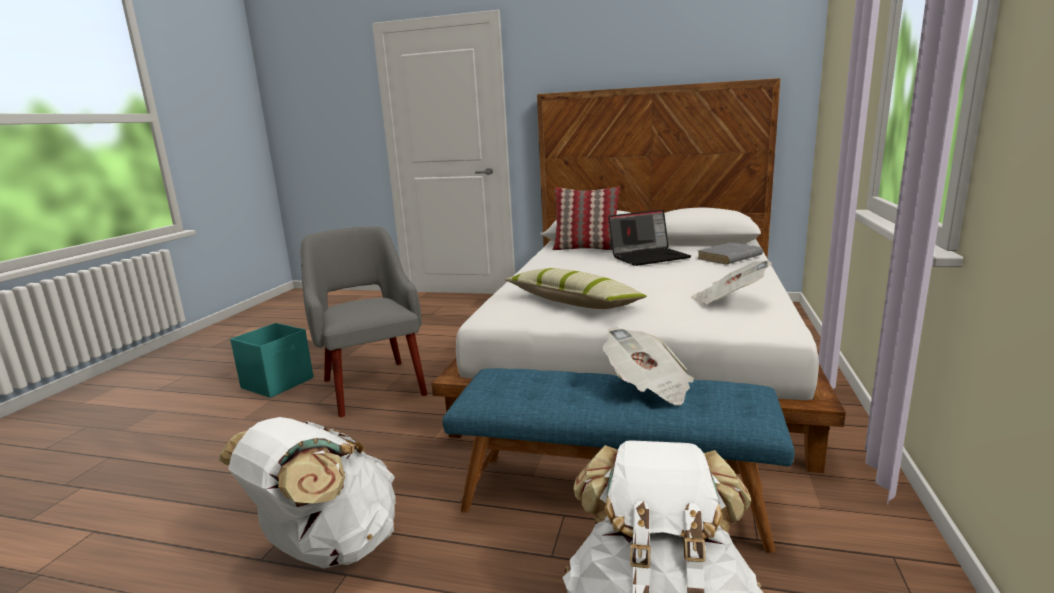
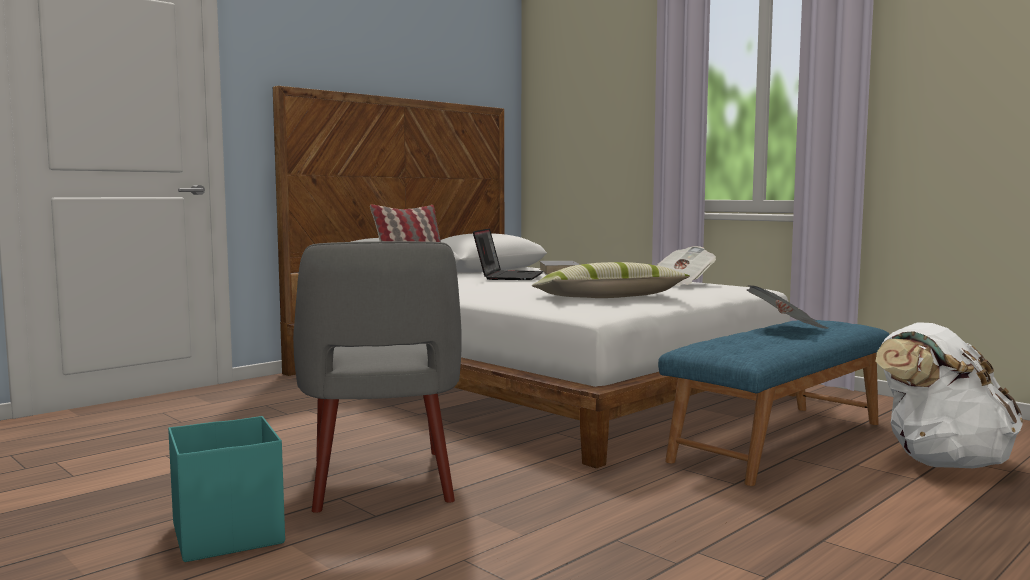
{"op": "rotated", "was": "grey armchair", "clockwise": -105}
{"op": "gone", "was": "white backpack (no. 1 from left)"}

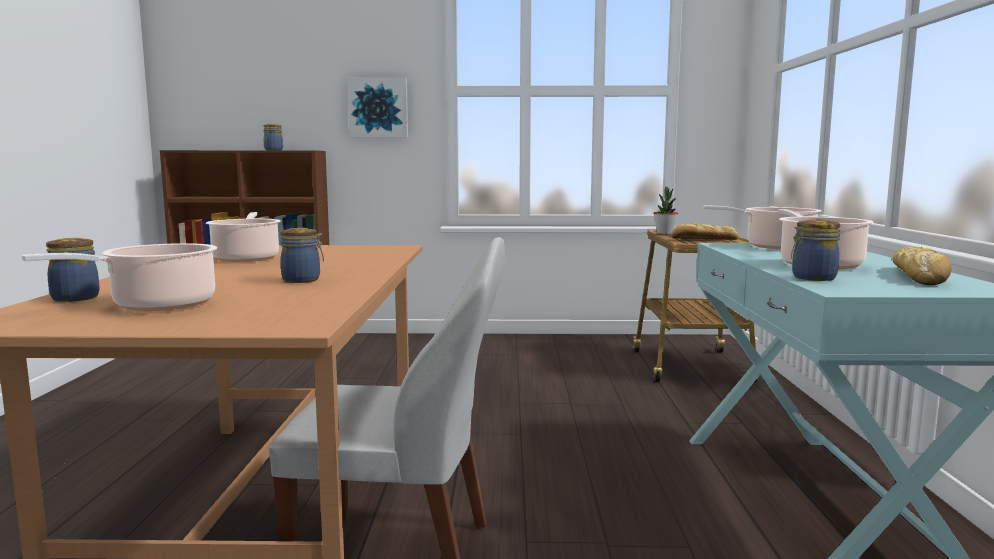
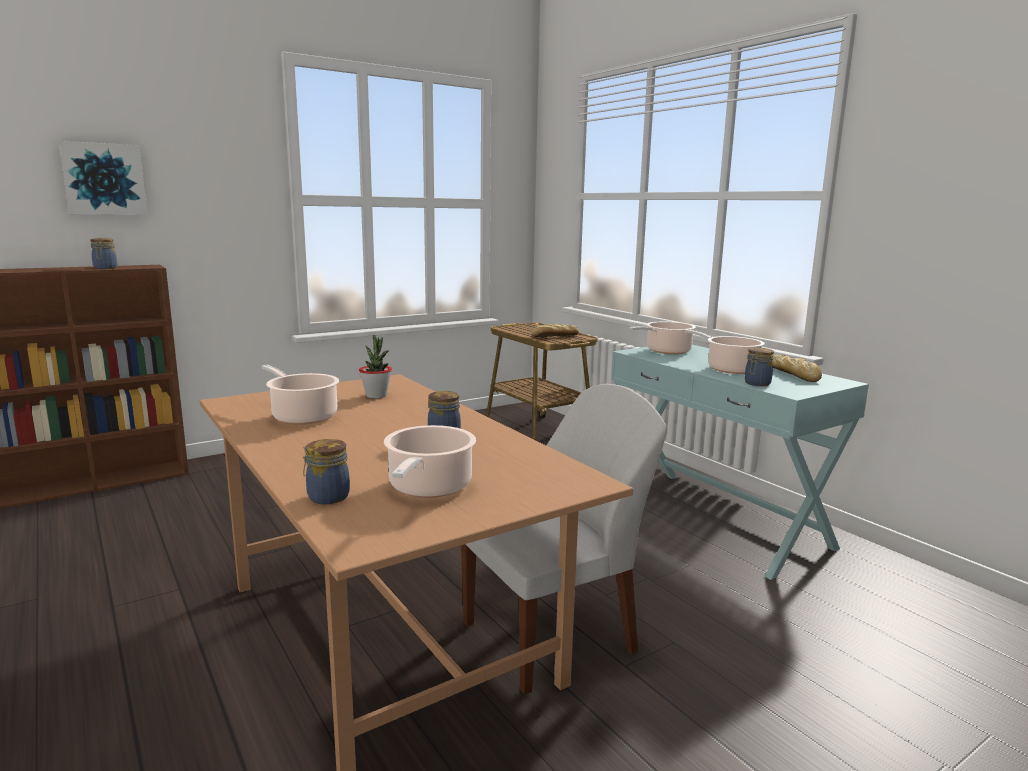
{"op": "shifted", "was": "picture"}
{"op": "shifted", "was": "potted plant"}

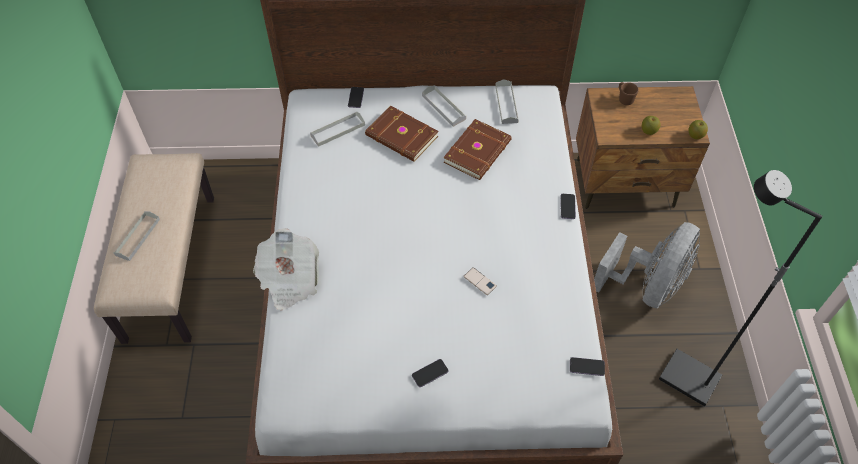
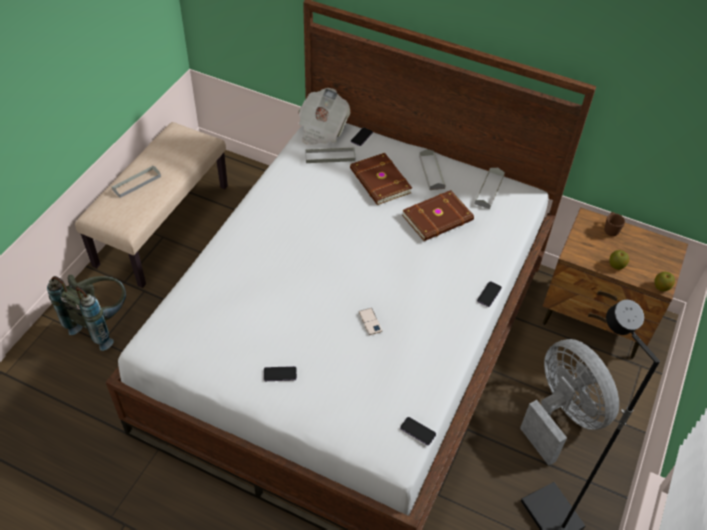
{"op": "rotated", "was": "grey fan", "clockwise": -90}
{"op": "shifted", "was": "newspaper"}
{"op": "new", "now": "grey backpack"}

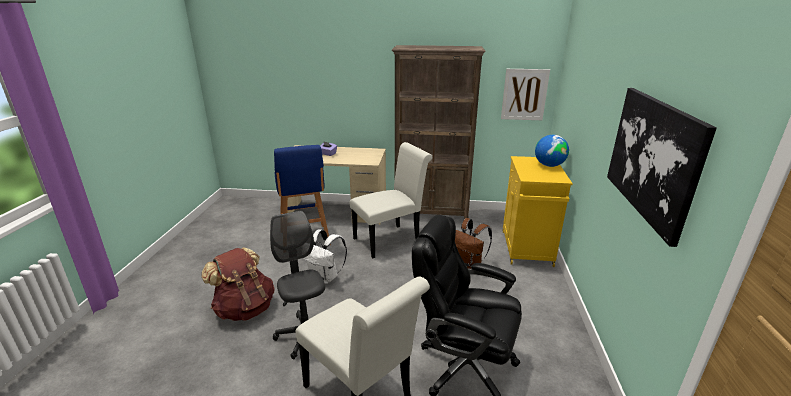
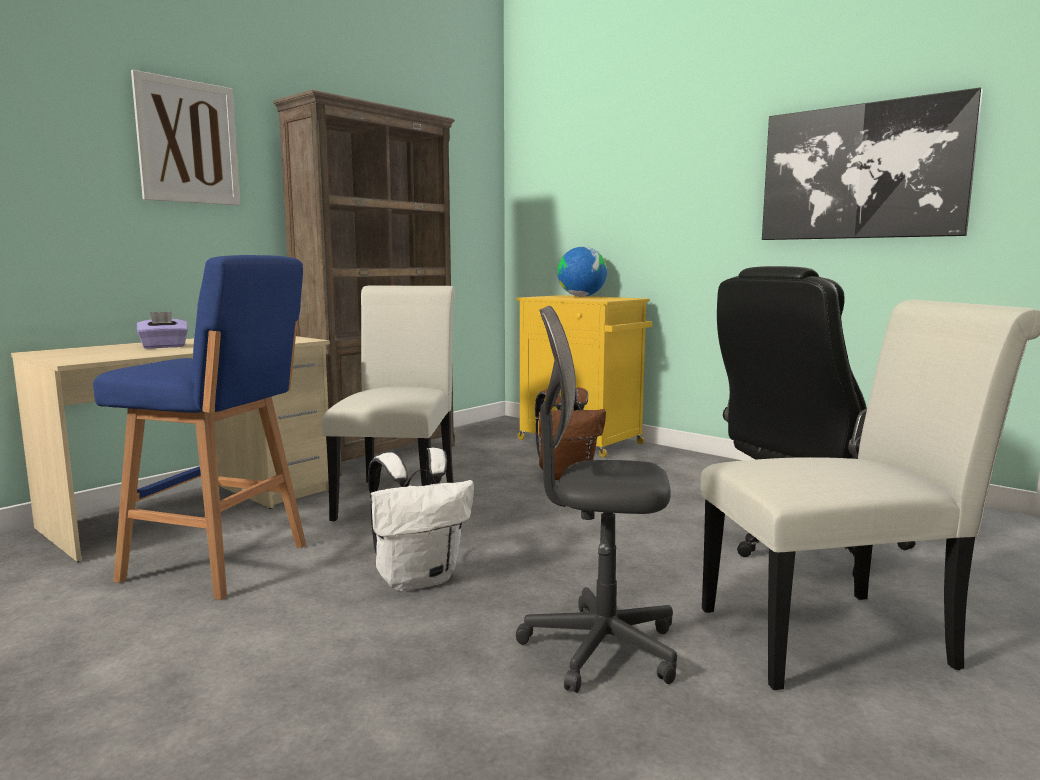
{"op": "shifted", "was": "picture (no. 1 from left)"}
{"op": "gone", "was": "brown backpack (no. 1 from left)"}

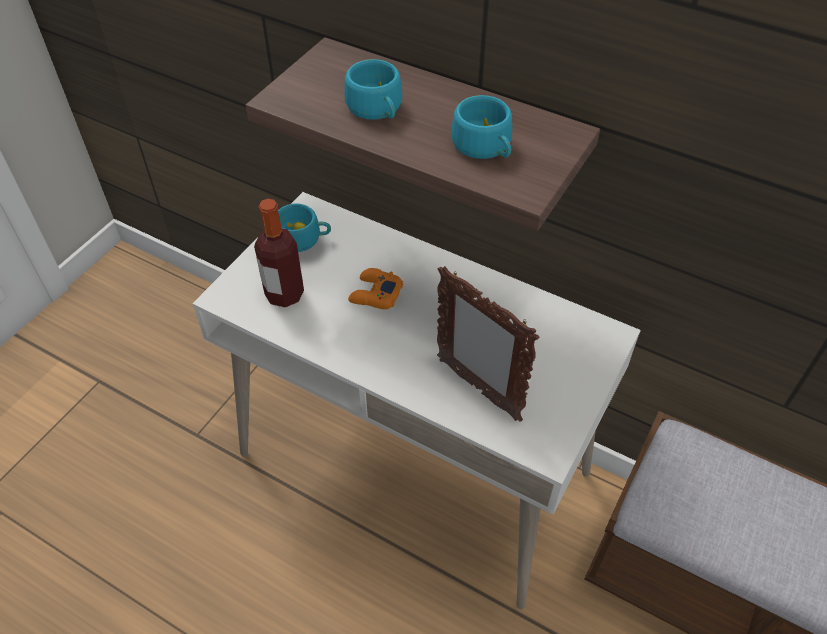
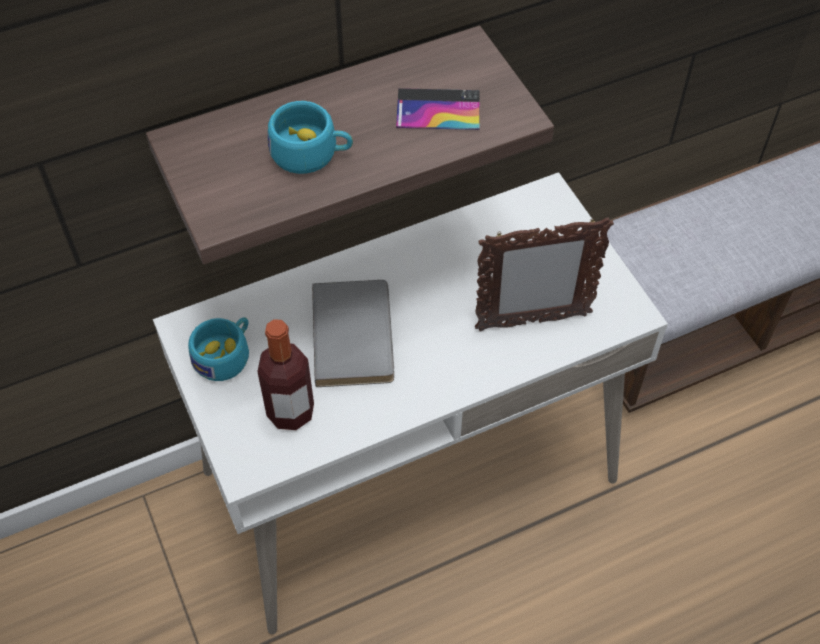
{"op": "swapped", "was": "turquoise cup (no. 3 from left)", "now": "phone"}
{"op": "swapped", "was": "orange game controller", "now": "grey book"}

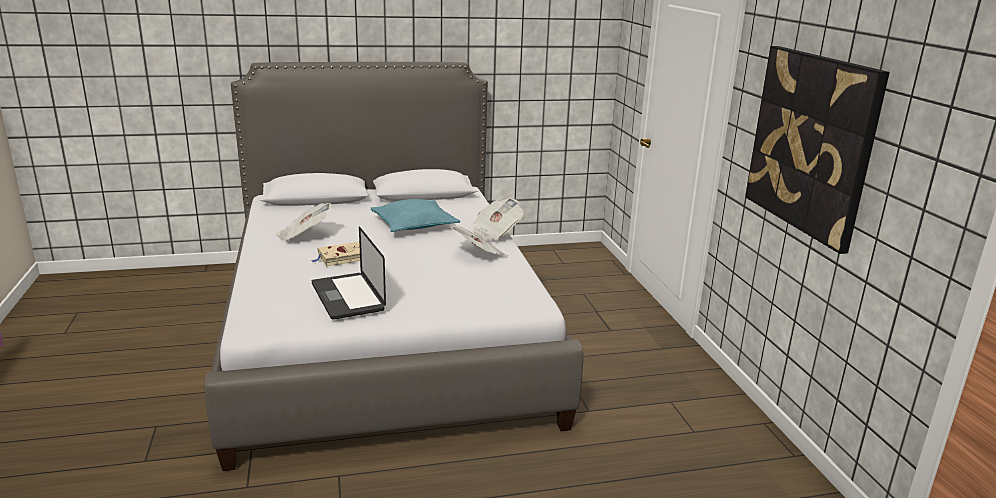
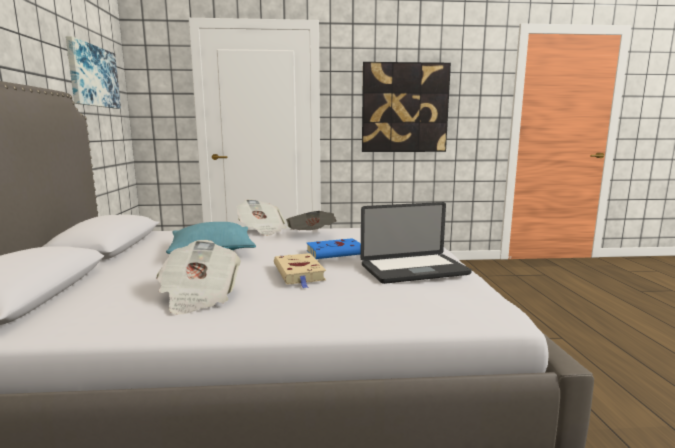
{"op": "new", "now": "picture (no. 1 from left)"}
{"op": "new", "now": "blue book"}

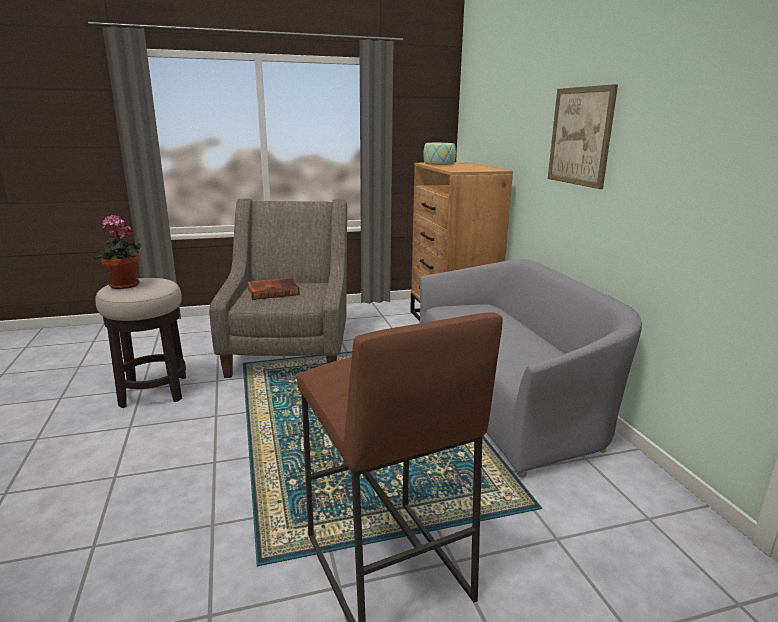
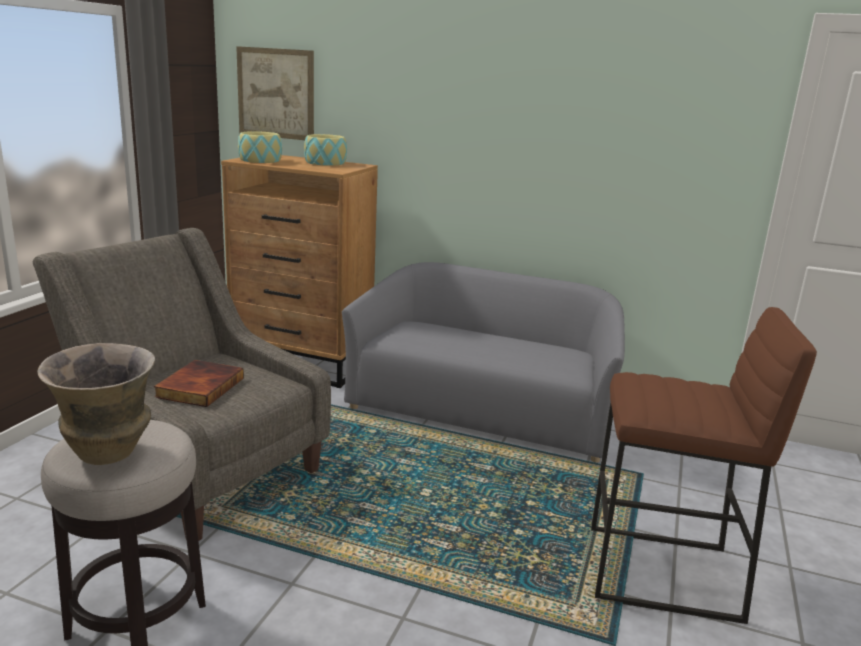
{"op": "shifted", "was": "picture"}
{"op": "swapped", "was": "potted plant", "now": "vase"}
{"op": "new", "now": "bowl (no. 2 from left)"}

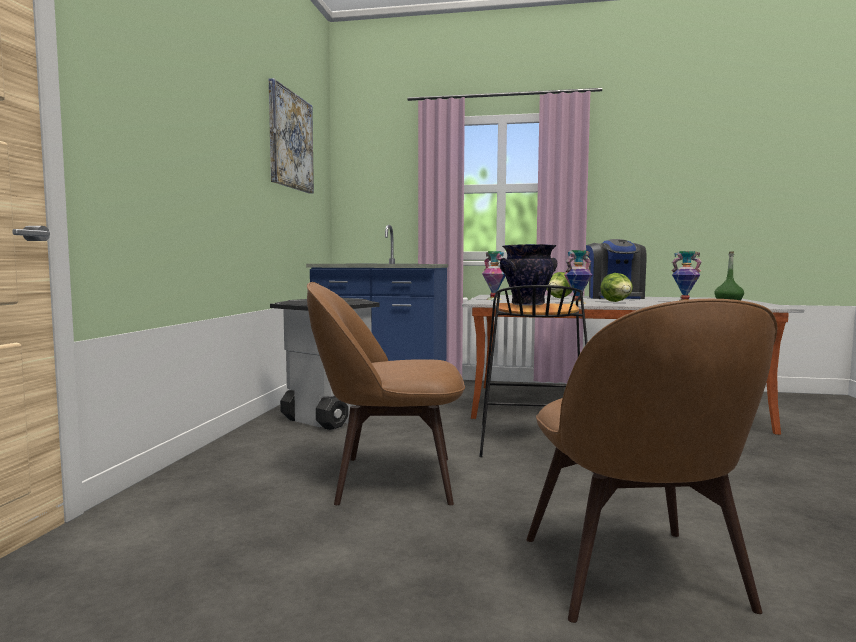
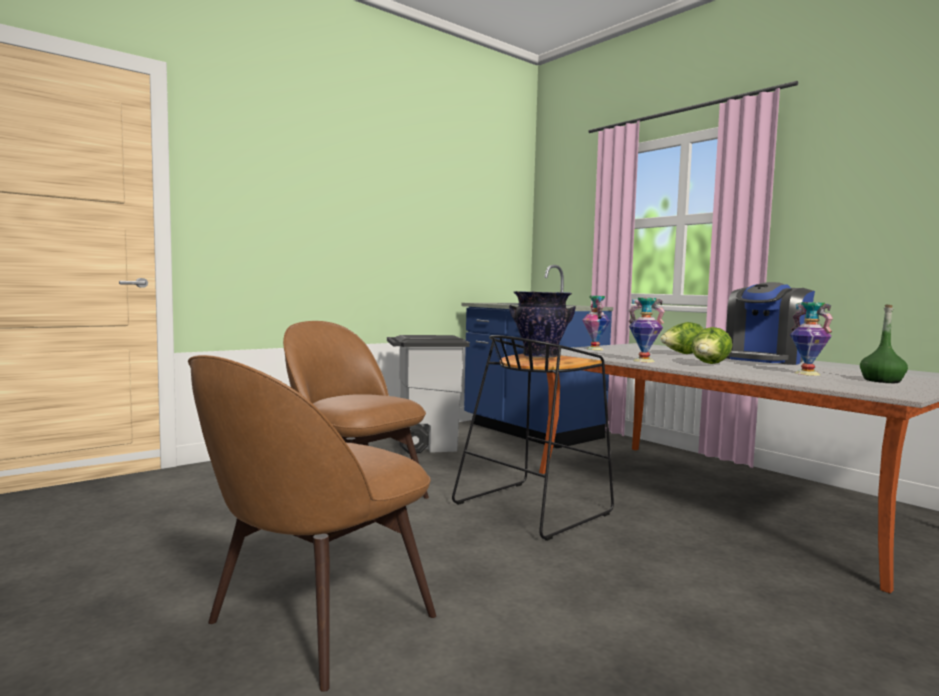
{"op": "gone", "was": "picture"}

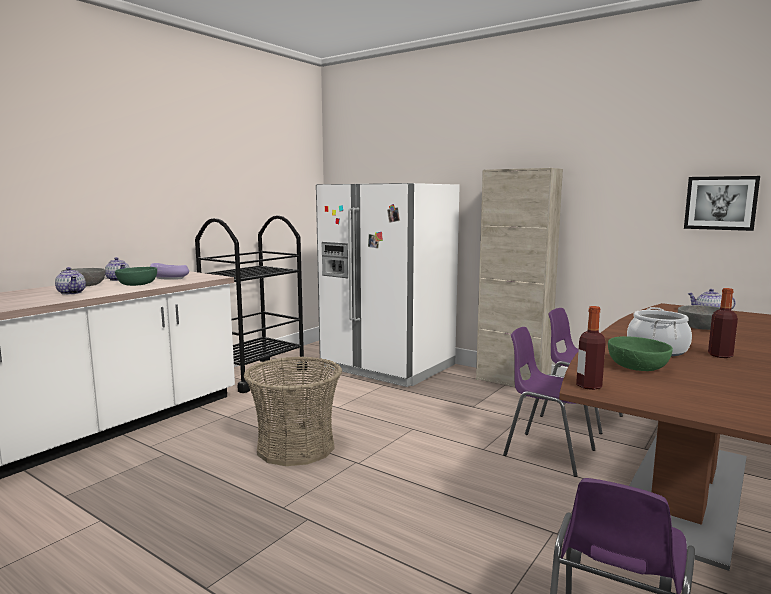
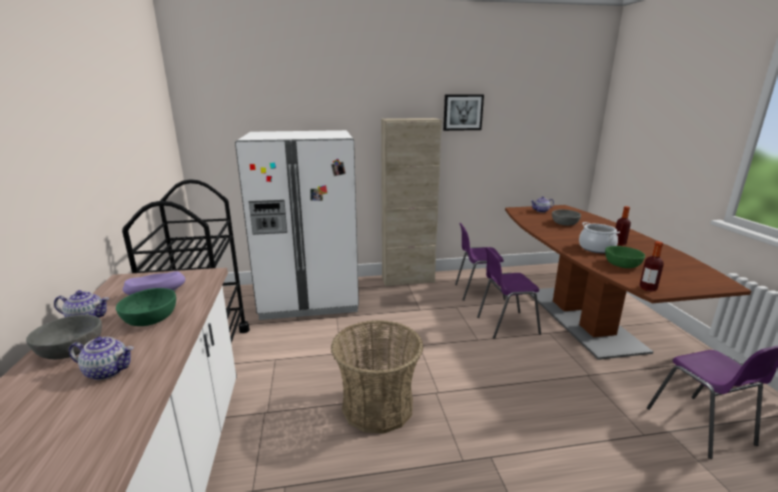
{"op": "shifted", "was": "picture"}

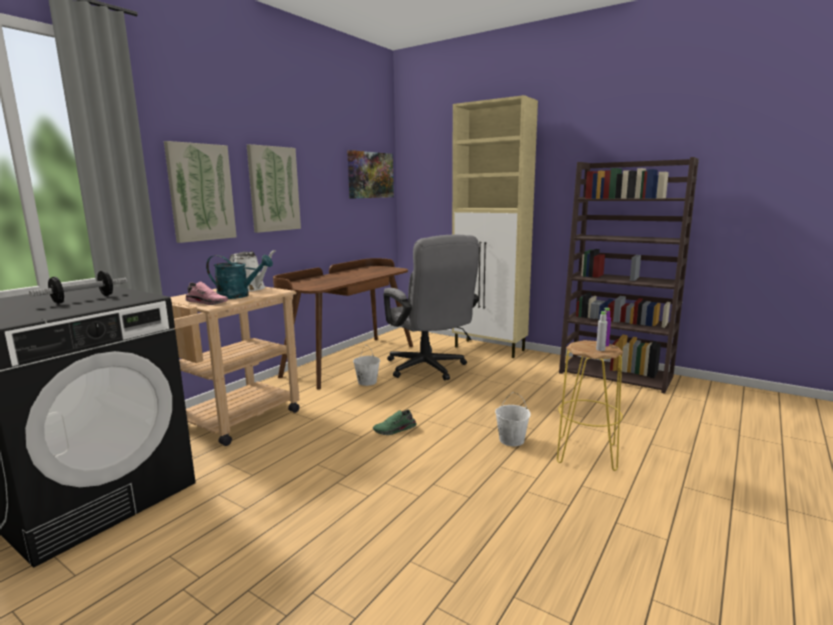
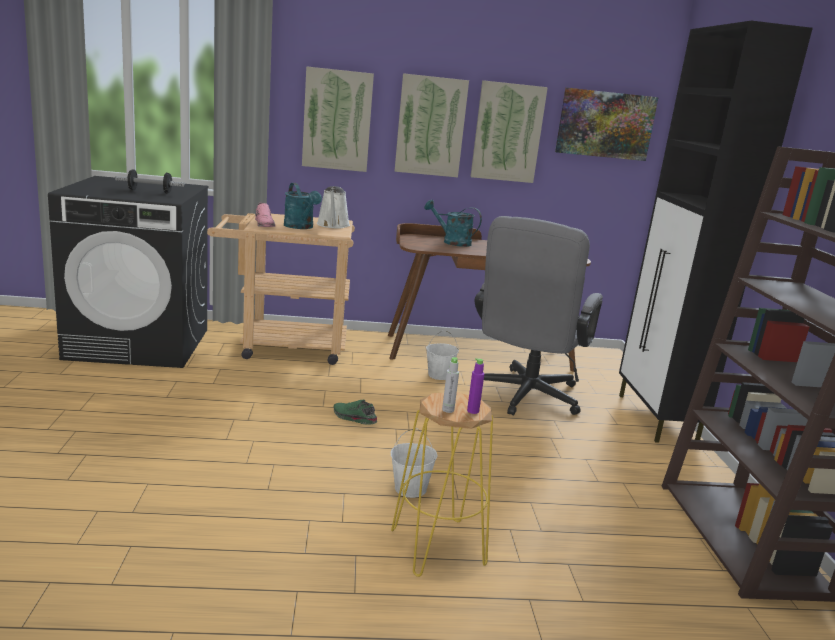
{"op": "repainted", "was": "beige cabinet", "now": "black cabinet"}
{"op": "new", "now": "picture (no. 3 from left)"}
{"op": "new", "now": "turquoise watering can (no. 2 from left)"}

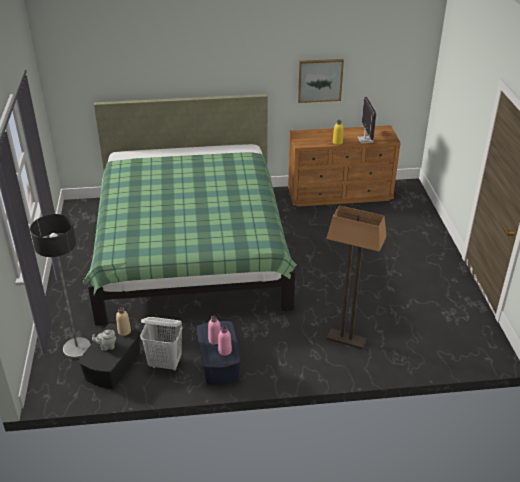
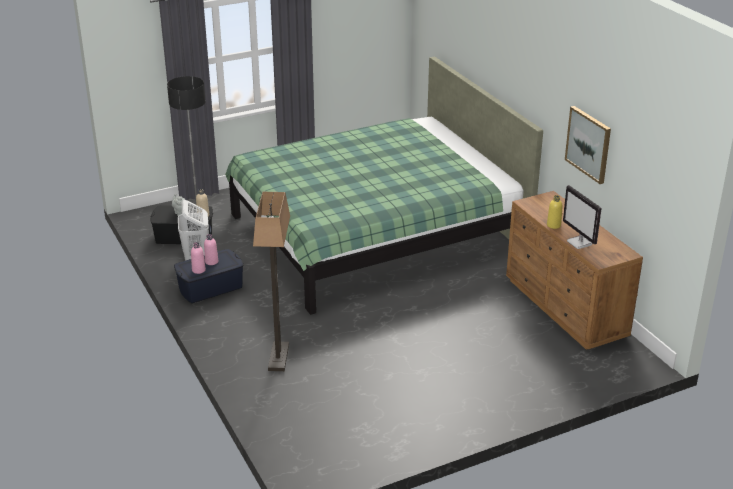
{"op": "rotated", "was": "monitor", "clockwise": 90}

